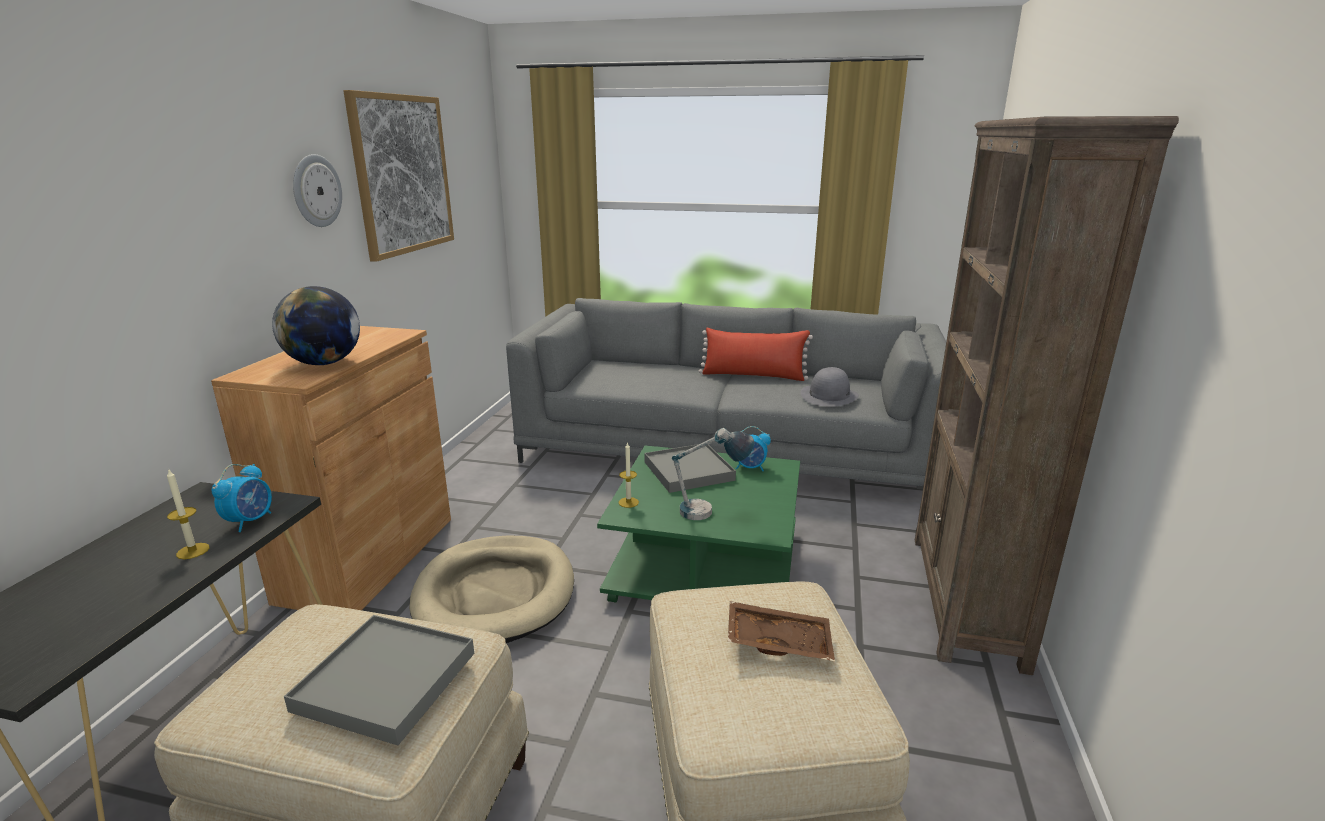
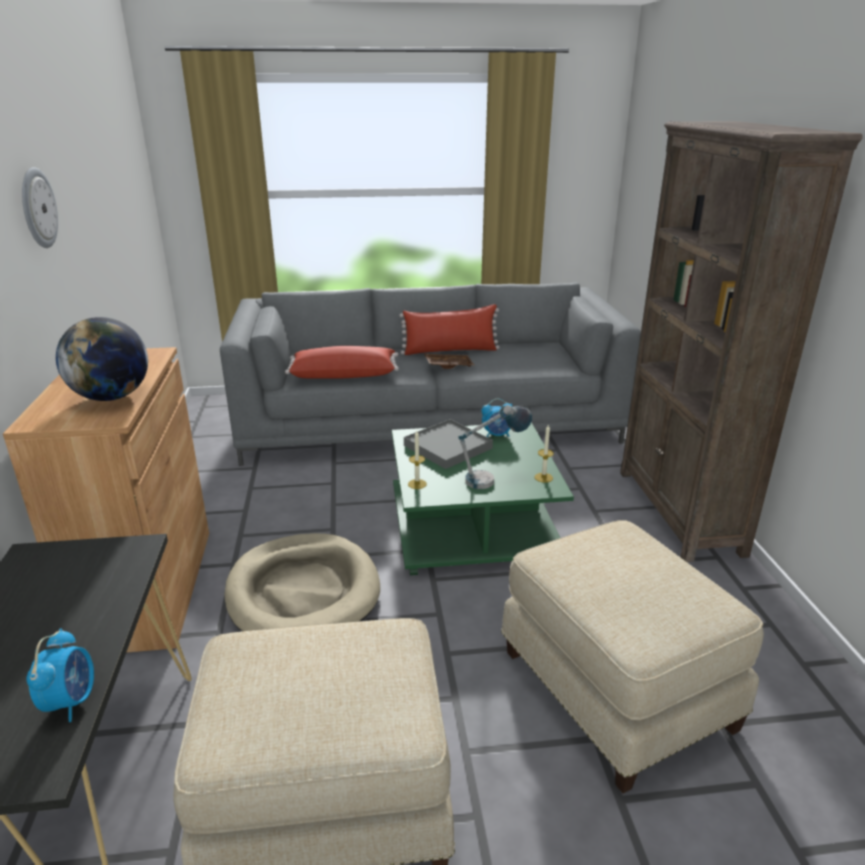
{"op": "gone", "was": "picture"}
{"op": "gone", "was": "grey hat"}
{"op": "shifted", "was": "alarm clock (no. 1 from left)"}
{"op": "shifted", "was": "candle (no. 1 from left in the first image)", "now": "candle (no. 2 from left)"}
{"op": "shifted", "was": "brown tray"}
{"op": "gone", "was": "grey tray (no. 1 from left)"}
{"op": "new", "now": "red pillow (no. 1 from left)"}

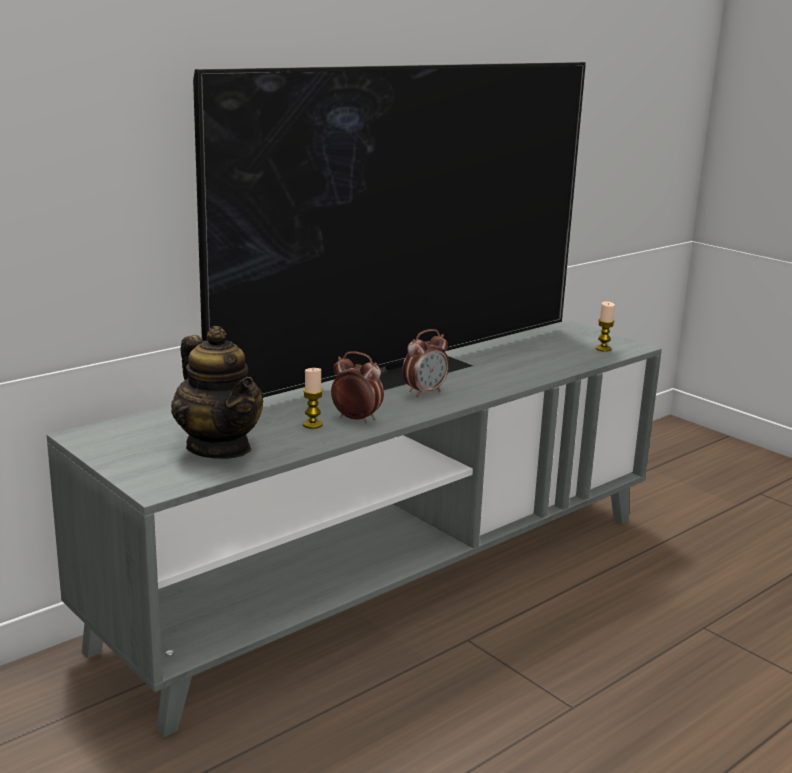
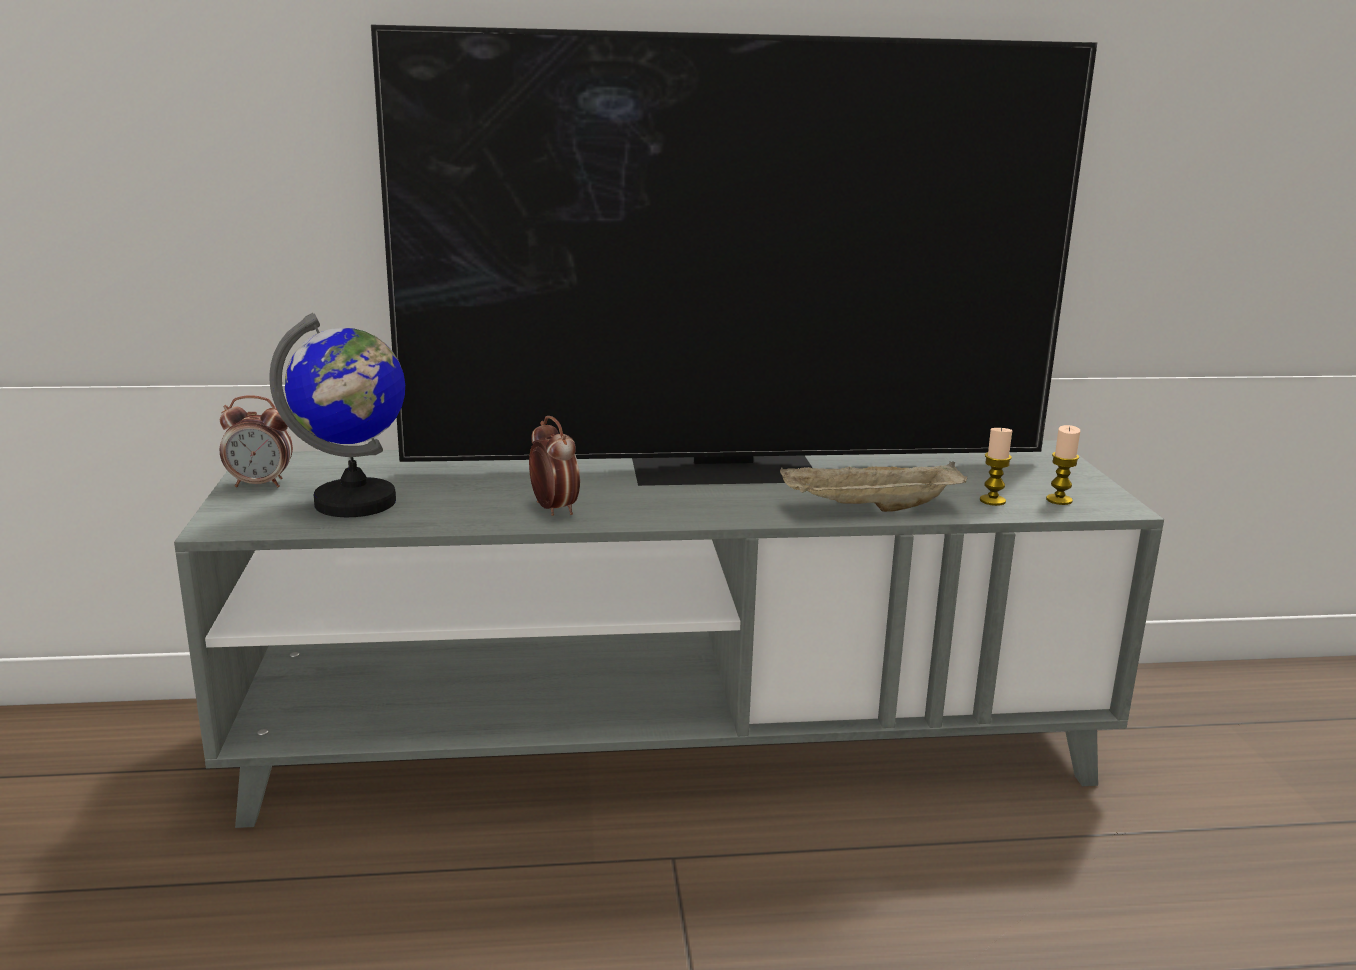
{"op": "swapped", "was": "teapot", "now": "globe"}
{"op": "shifted", "was": "alarm clock (no. 2 from left in the first image)", "now": "alarm clock (no. 1 from left)"}
{"op": "shifted", "was": "candle (no. 1 from left)"}
{"op": "new", "now": "beige tray"}

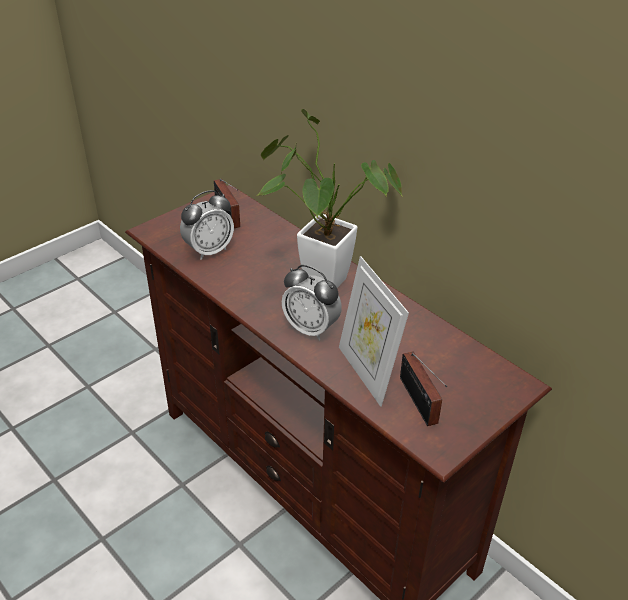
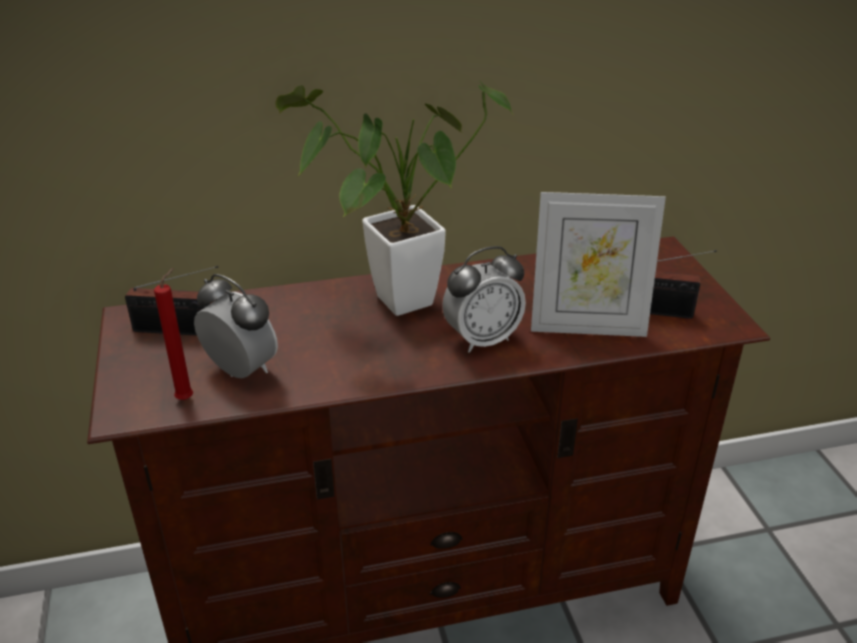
{"op": "rotated", "was": "alarm clock (no. 1 from left)", "clockwise": -45}
{"op": "new", "now": "red candle"}

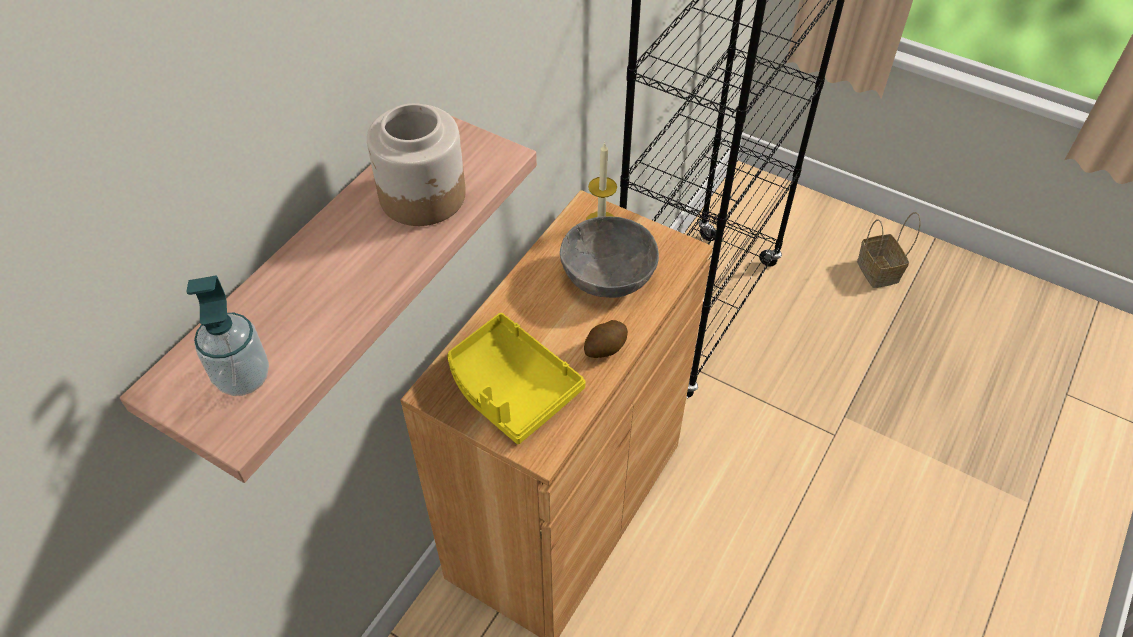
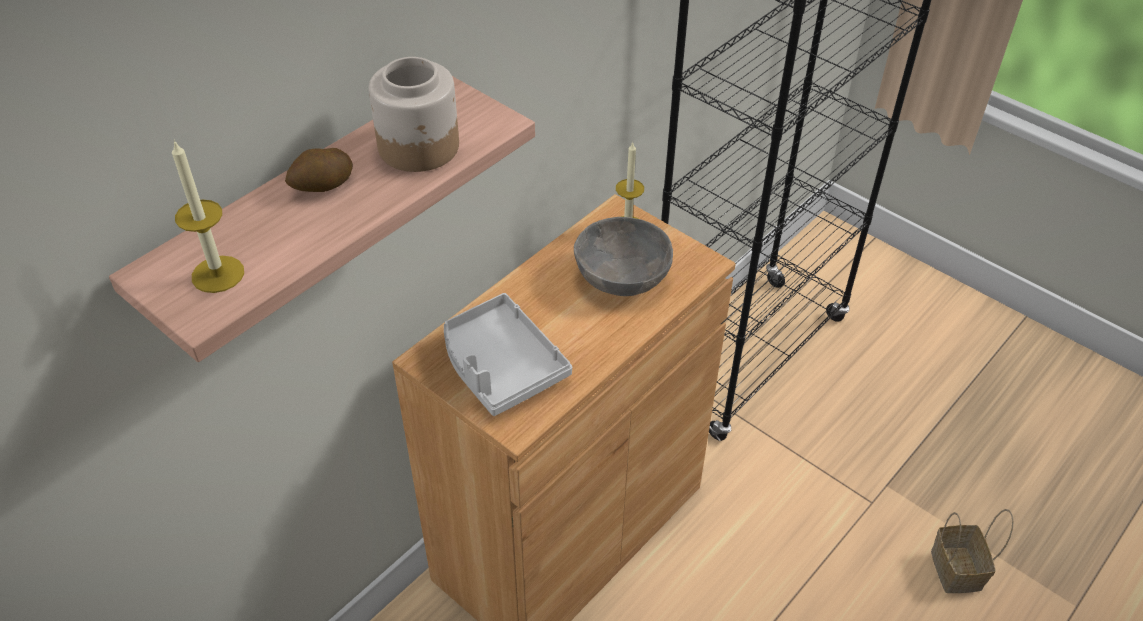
{"op": "shifted", "was": "basket"}
{"op": "swapped", "was": "soap dispenser", "now": "candle (no. 1 from left)"}
{"op": "repainted", "was": "yellow tray", "now": "grey tray"}
{"op": "shifted", "was": "potato"}

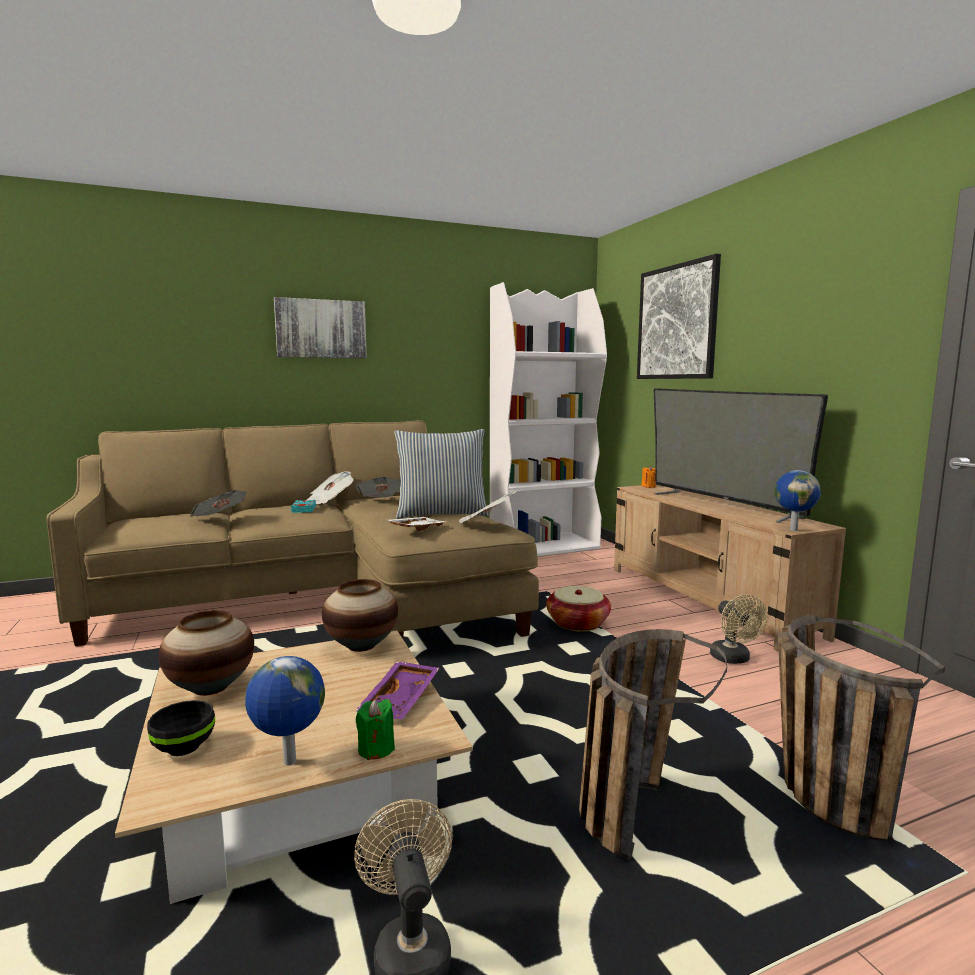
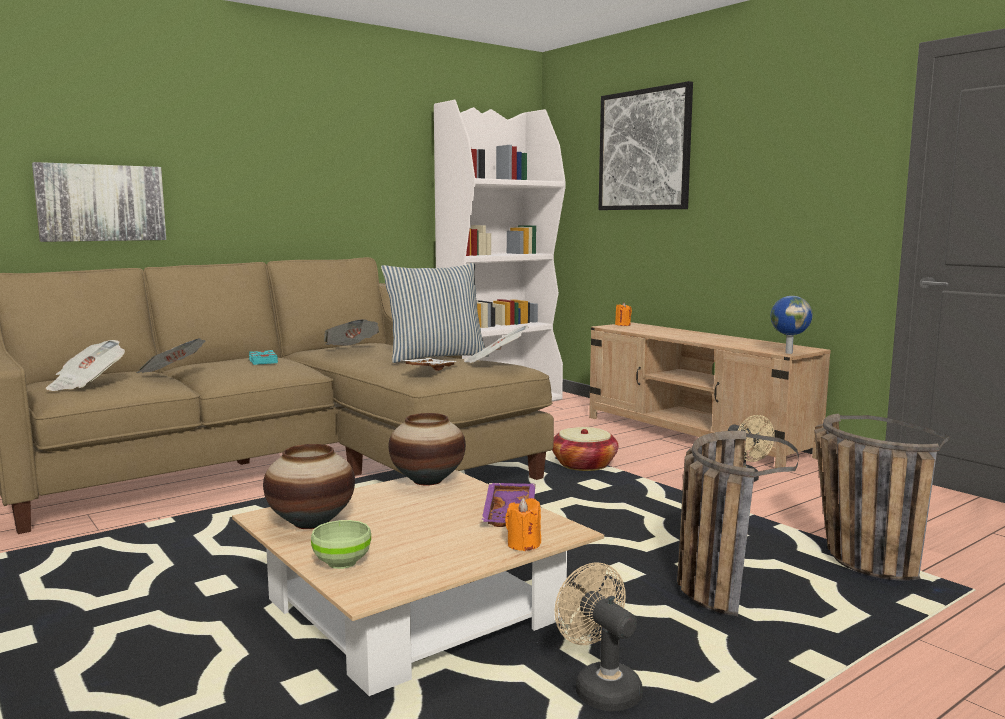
{"op": "shifted", "was": "picture (no. 1 from left)"}
{"op": "gone", "was": "television"}
{"op": "shifted", "was": "newspaper (no. 2 from left in the first image)", "now": "newspaper (no. 1 from left)"}
{"op": "gone", "was": "globe (no. 1 from left)"}
{"op": "repainted", "was": "green candle", "now": "orange candle (no. 1 from left)"}
{"op": "repainted", "was": "black bowl", "now": "green bowl"}

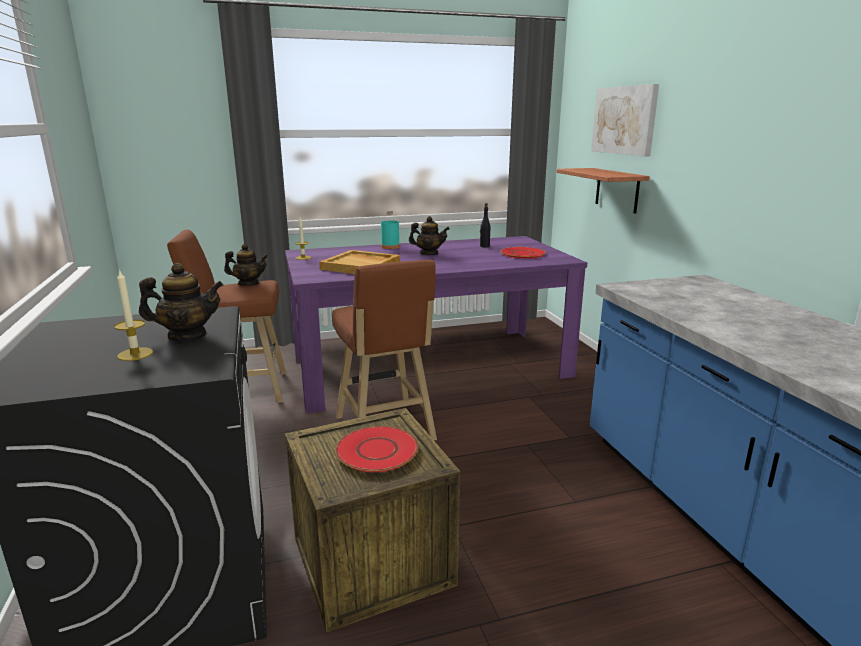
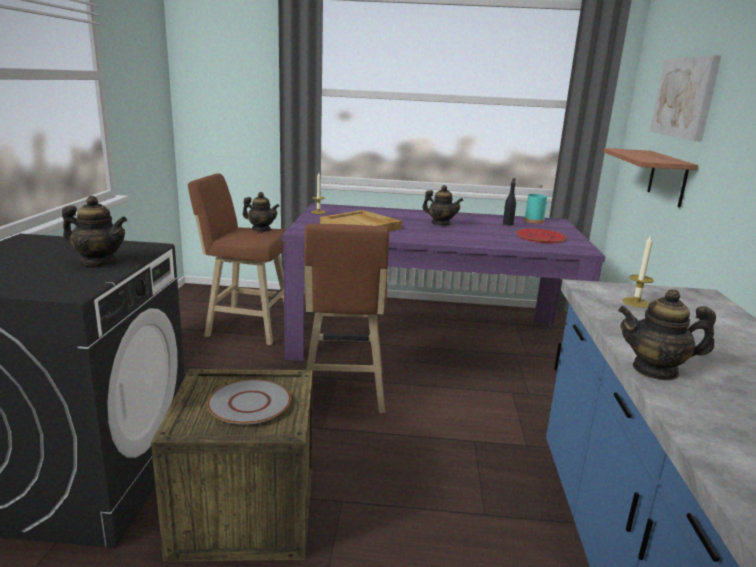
{"op": "shifted", "was": "turquoise bottle"}
{"op": "shifted", "was": "candle (no. 1 from left in the first image)", "now": "candle (no. 2 from left)"}
{"op": "repainted", "was": "red plate (no. 1 from left)", "now": "grey plate"}
{"op": "new", "now": "teapot (no. 4 from left)"}

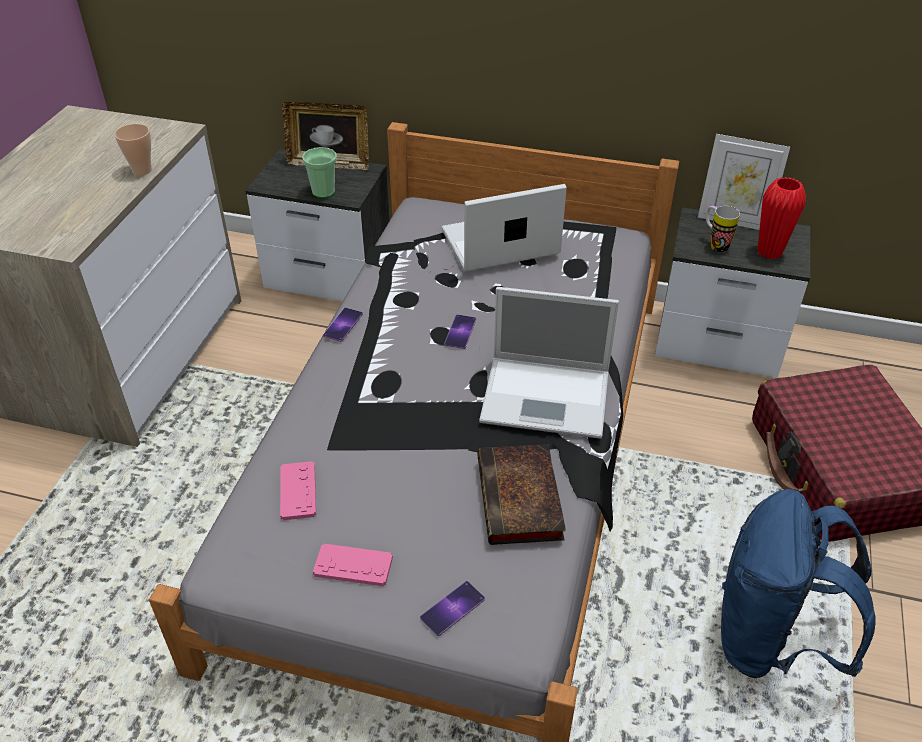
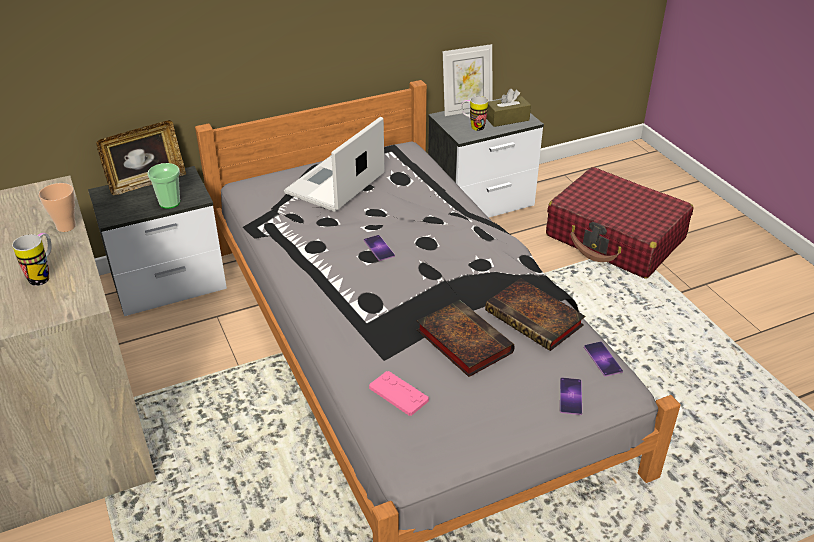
{"op": "swapped", "was": "red vase", "now": "brown tissue box"}
{"op": "gone", "was": "laptop (no. 2 from left)"}
{"op": "shifted", "was": "phone (no. 1 from left in the first image)", "now": "phone (no. 3 from left)"}
{"op": "gone", "was": "blue backpack"}
{"op": "gone", "was": "pink game controller (no. 2 from left)"}
{"op": "new", "now": "mug (no. 1 from left)"}
{"op": "new", "now": "book (no. 1 from left)"}

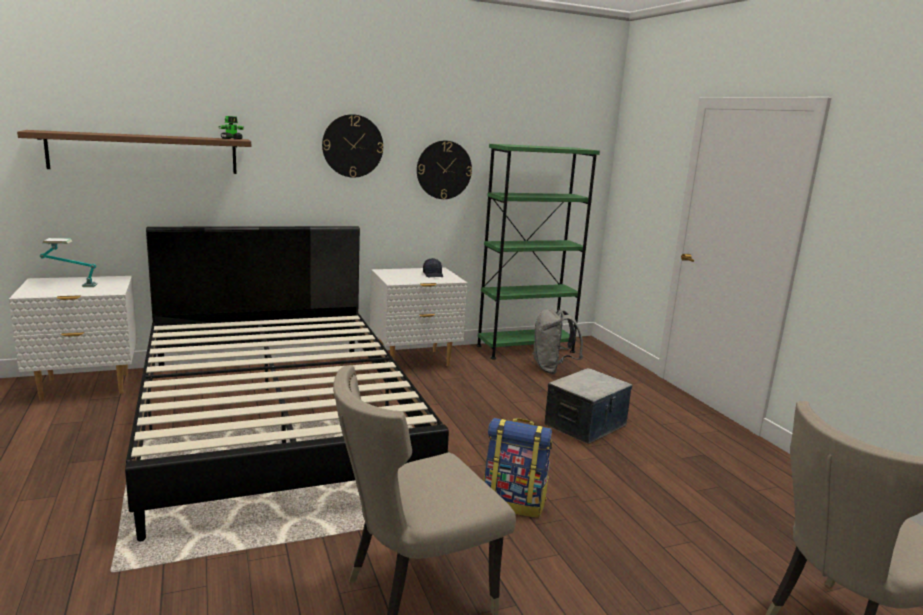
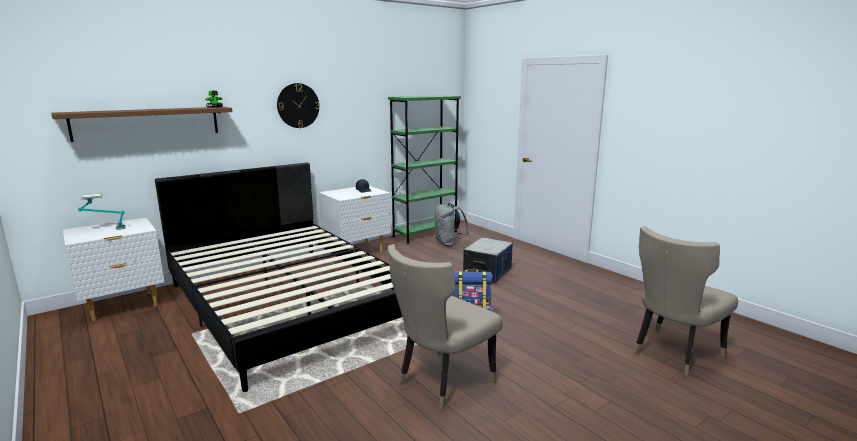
{"op": "gone", "was": "wall clock (no. 2 from left)"}

